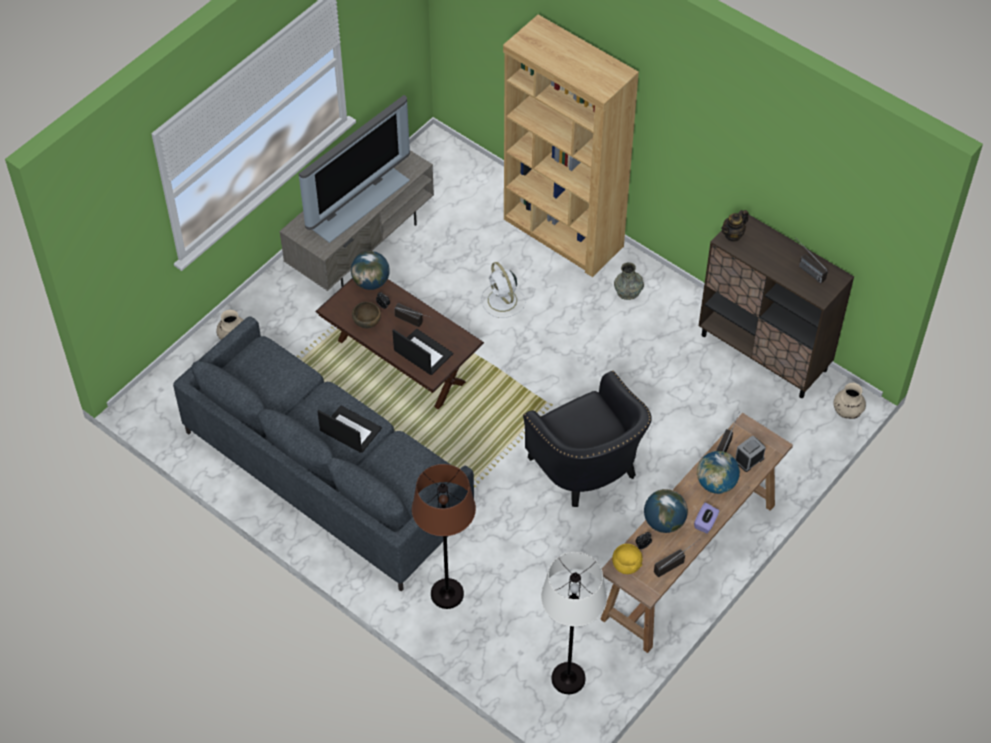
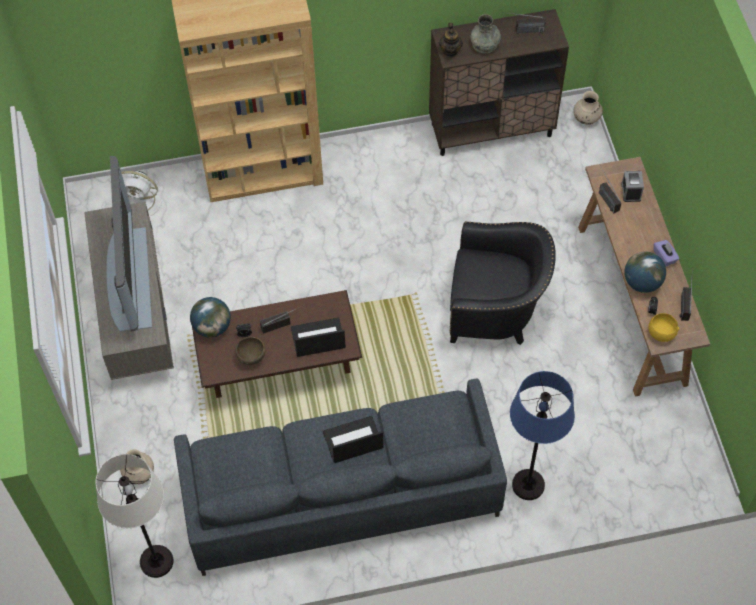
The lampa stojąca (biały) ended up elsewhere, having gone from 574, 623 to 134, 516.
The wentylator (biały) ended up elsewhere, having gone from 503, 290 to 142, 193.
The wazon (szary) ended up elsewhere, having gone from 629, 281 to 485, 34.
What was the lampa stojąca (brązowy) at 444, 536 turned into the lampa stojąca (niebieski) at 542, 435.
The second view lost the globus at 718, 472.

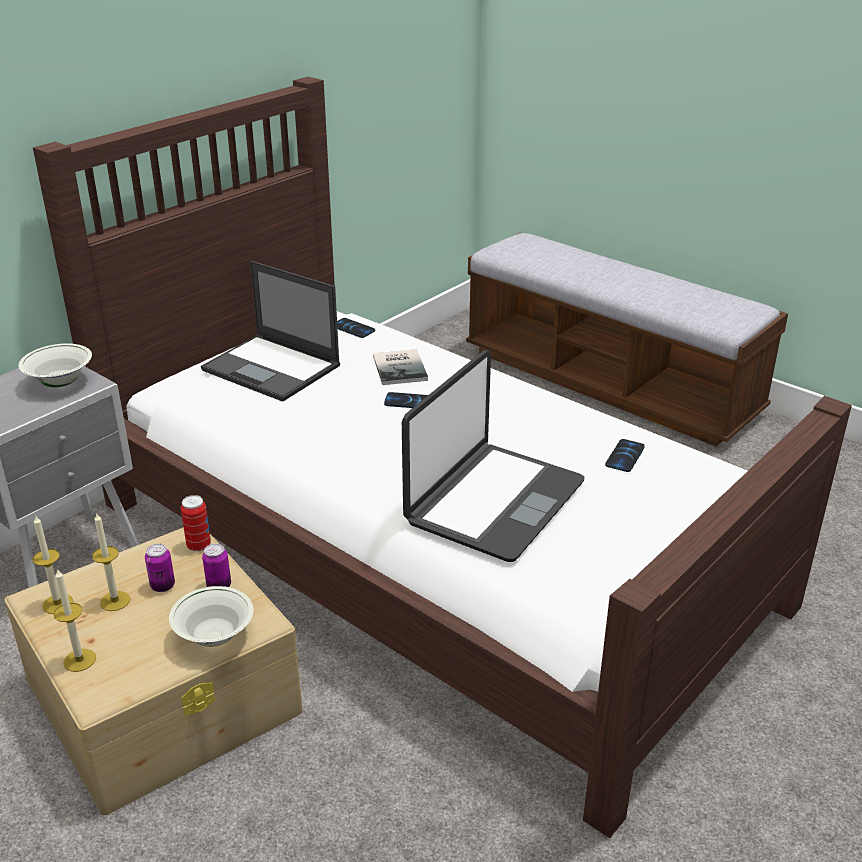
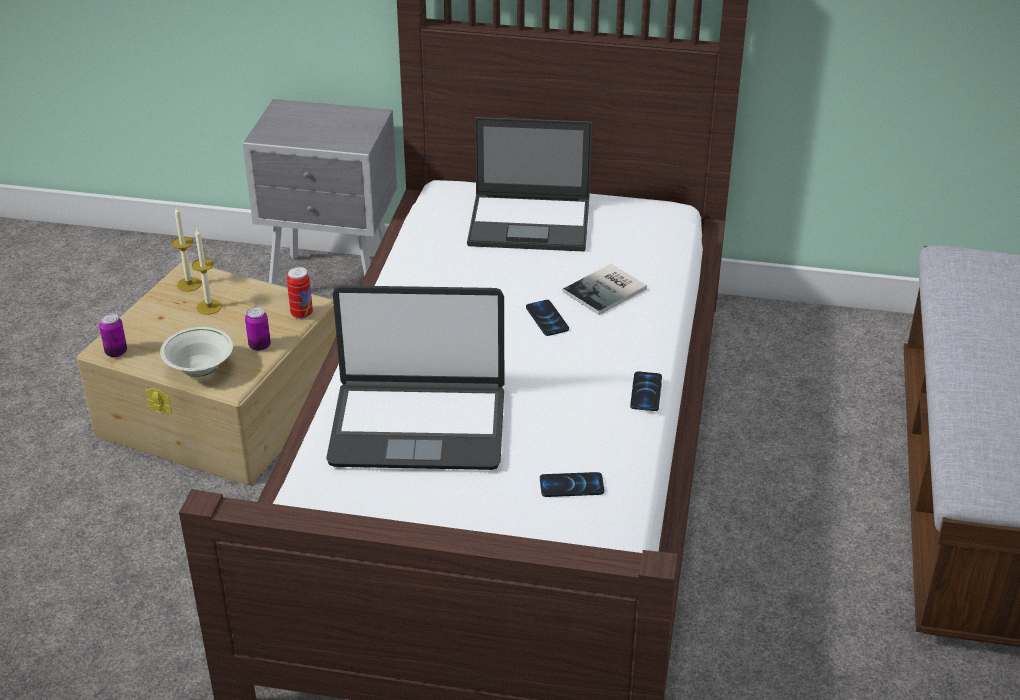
The puszka ended up elsewhere, having gone from 160, 568 to 113, 335.
The laptop at 270, 331 ended up facing another way, 90 degrees counterclockwise from before.
The telefon ended up elsewhere, having gone from 356, 328 to 646, 391.
The second view lost the miska (biały) at 55, 365.
The second view lost the świeca at 75, 620.

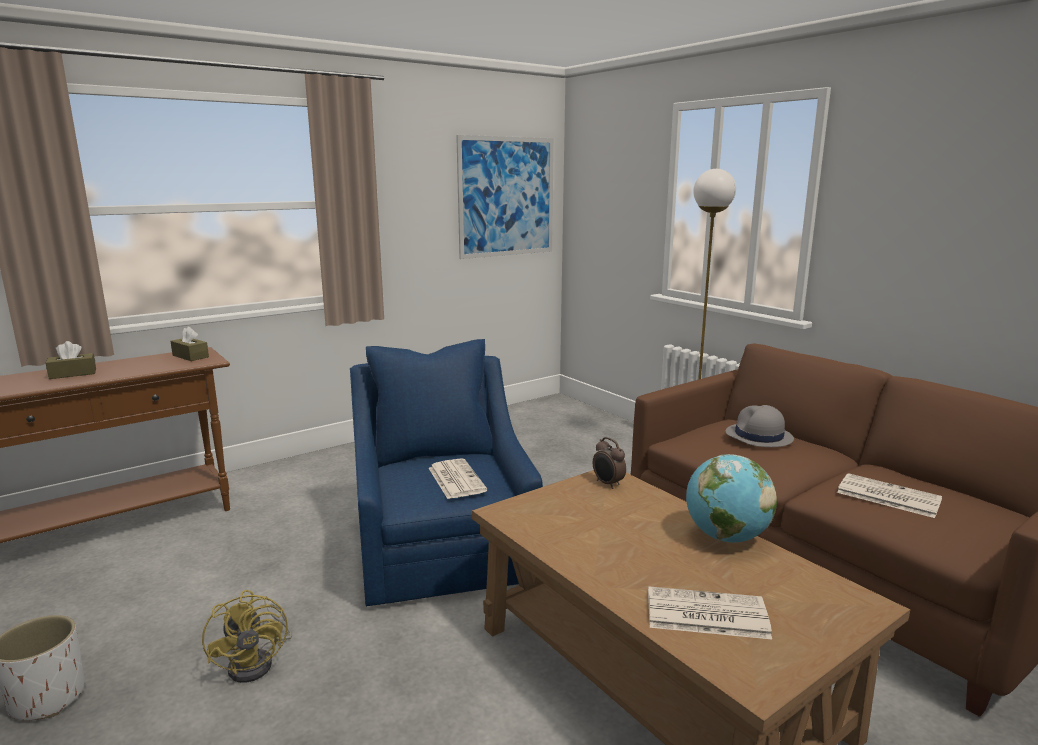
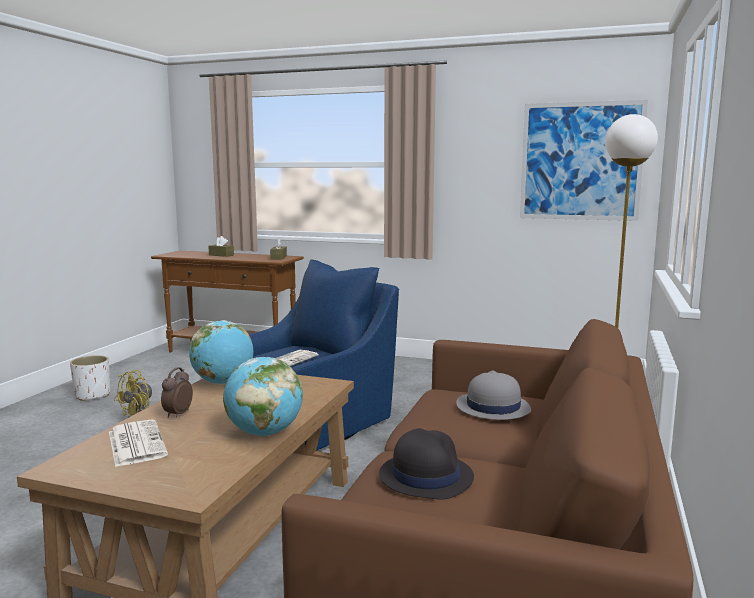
The budzik ended up elsewhere, having gone from 609, 463 to 177, 392.
The second view gained the globus at 221, 352.
Where the gazeta stood at 889, 495, the kapelusz (czarny) came to stand at 426, 464.

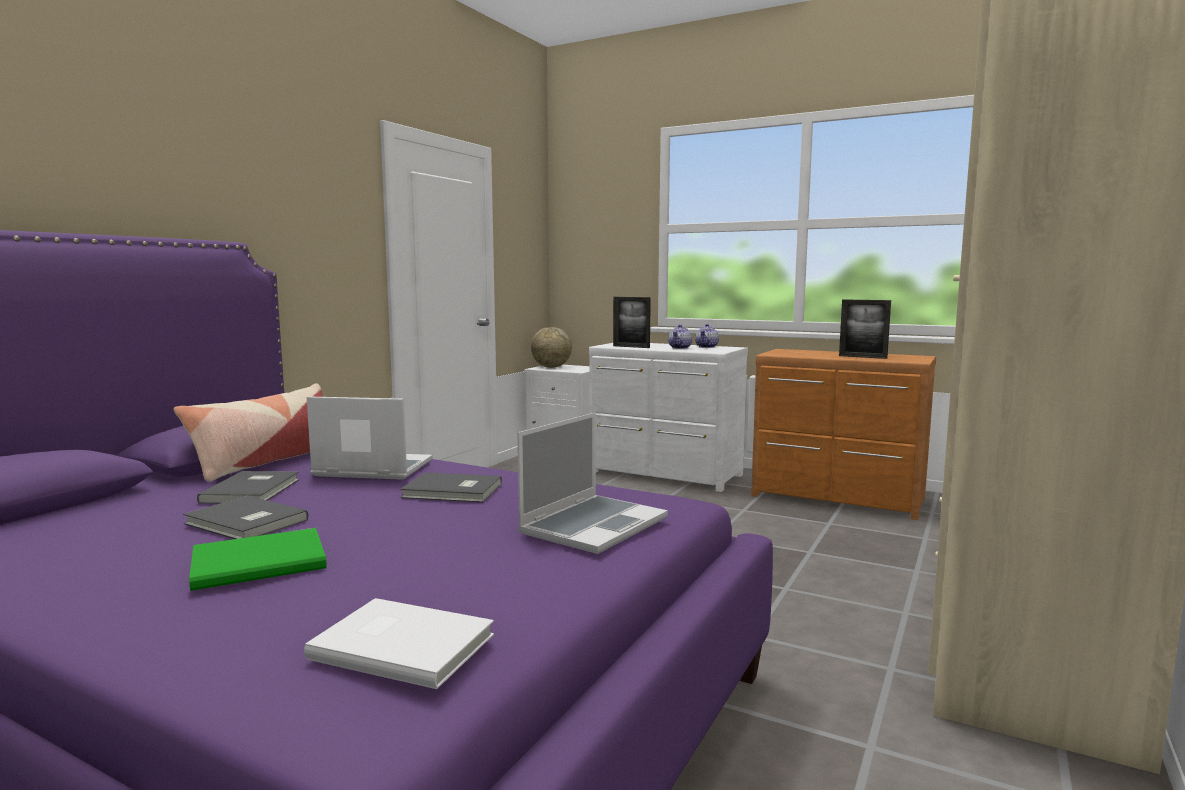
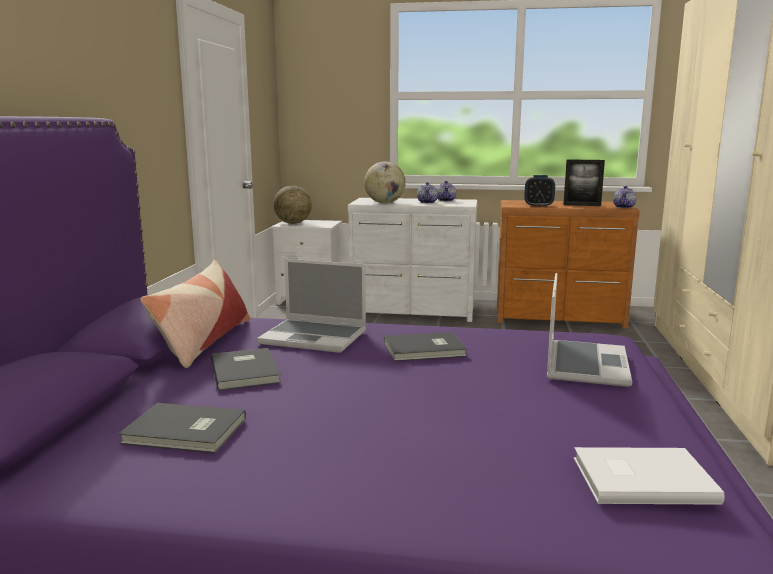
The książka (szary) ended up elsewhere, having gone from 245, 517 to 182, 428.
The laptop at 370, 438 ended up facing another way, 150 degrees counterclockwise from before.
Where the ramka na zdjęcie stood at 632, 322, the globus came to stand at 385, 182.
The second view gained the budzik at 539, 191.
The second view gained the imbryk at 624, 197.
The second view lost the książka (zielony) at 258, 559.

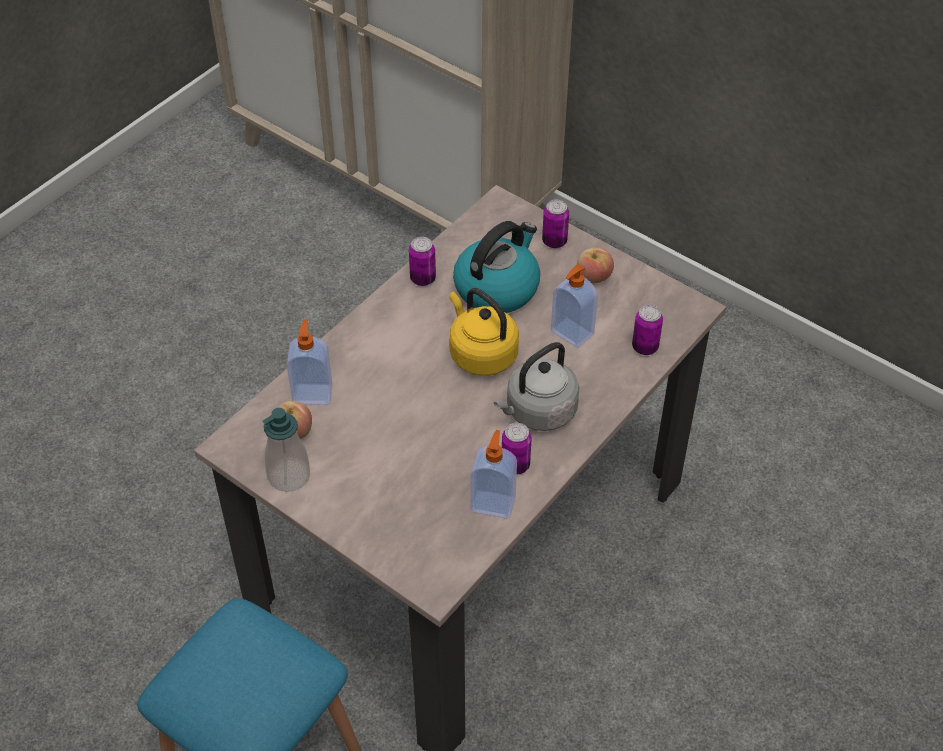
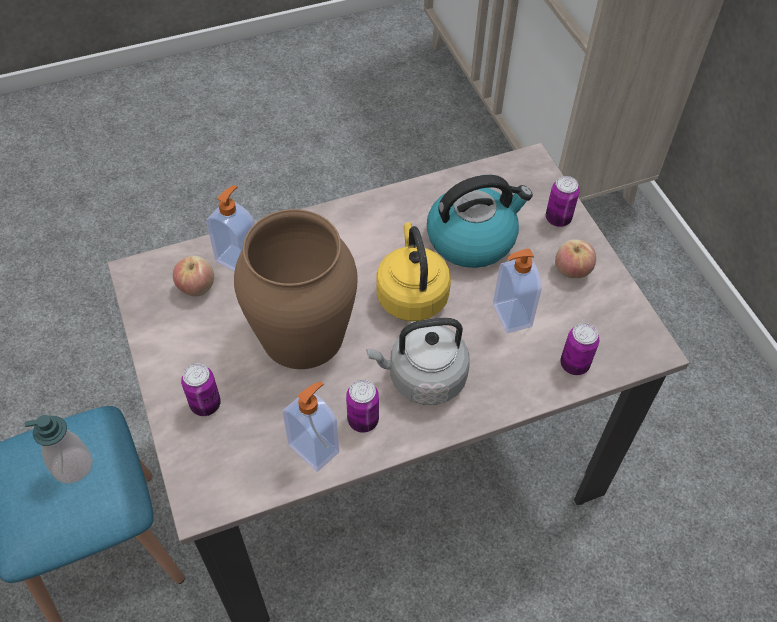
The dozownik mydła ended up elsewhere, having gone from 286, 450 to 59, 449.
The puszka ended up elsewhere, having gone from 422, 261 to 201, 389.
The second view gained the wazon (brązowy) at 295, 289.

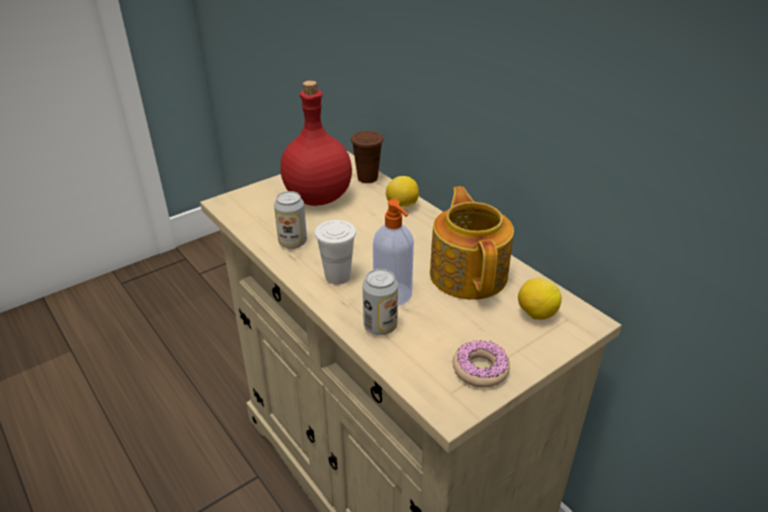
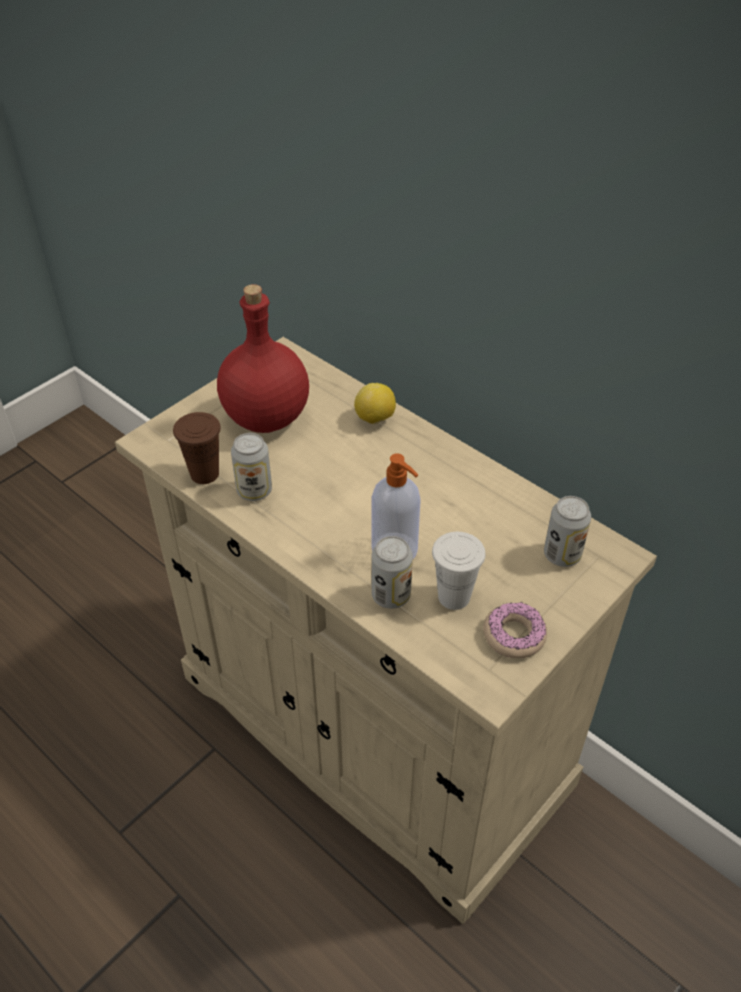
The filiżanka (brązowy) ended up elsewhere, having gone from 367, 157 to 197, 448.
The filiżanka (biały) ended up elsewhere, having gone from 335, 252 to 459, 571.
Where the cytryna stood at 540, 299, the puszka came to stand at 567, 531.
The second view lost the imbryk at 472, 243.

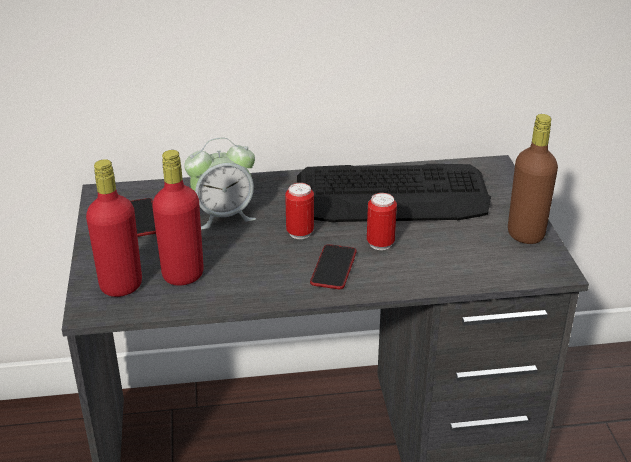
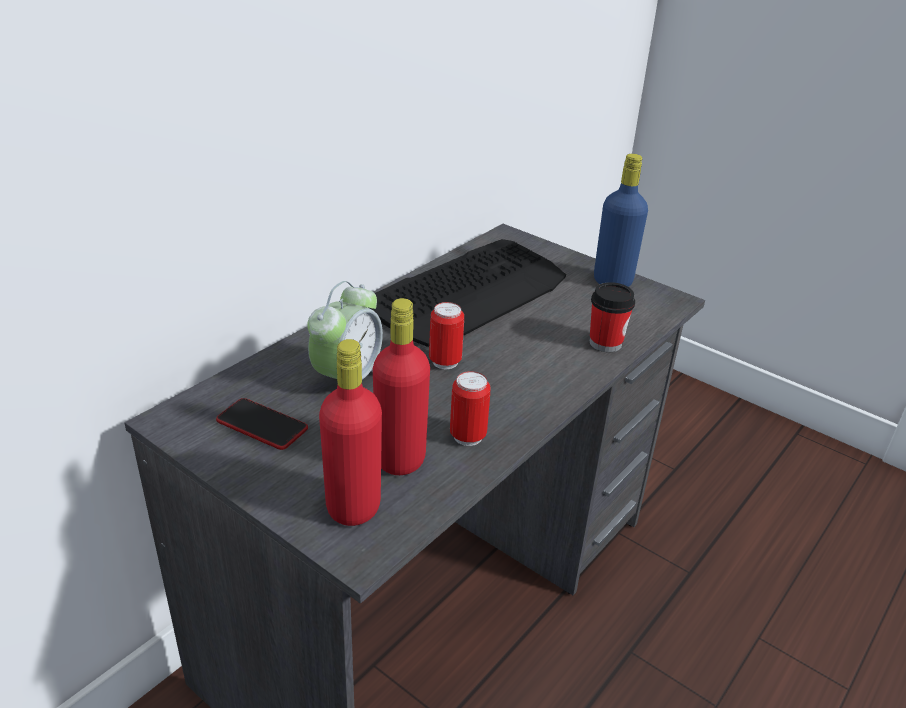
The puszka ended up elsewhere, having gone from 382, 221 to 470, 408.
The second view gained the filiżanka at 612, 317.
What was the butelka (brązowy) at 533, 179 turned into the butelka (niebieski) at 621, 220.
The second view lost the telefon at 333, 266.

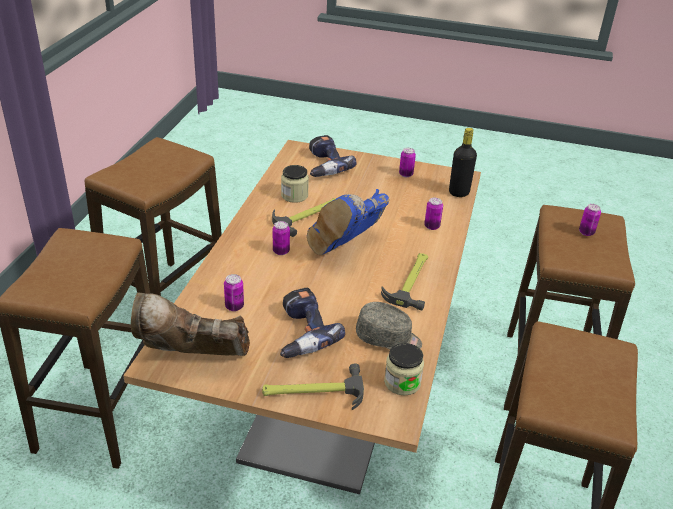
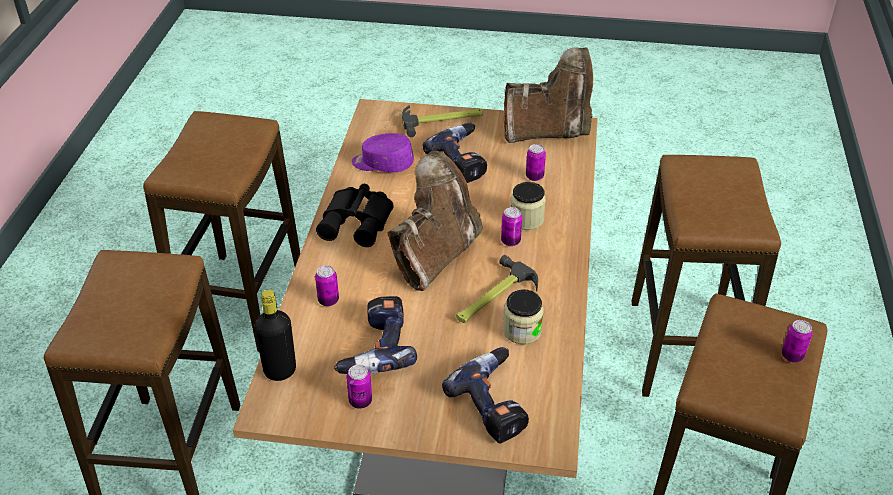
Where the młotek stood at 404, 281, the lornetka (czarny) came to stand at 355, 215.
The second view gained the wiertarka at 375, 335.
What was the czapka z daszkiem (szary) at 389, 326 turned into the czapka z daszkiem (fioletowy) at 383, 153.
What was the but z cholewką (niebieski) at 348, 222 turned into the but z cholewką (brązowy) at 434, 221.
The słoik ended up elsewhere, having gone from 404, 369 to 528, 206.
The puszka ended up elsewhere, having gone from 590, 220 to 797, 341.

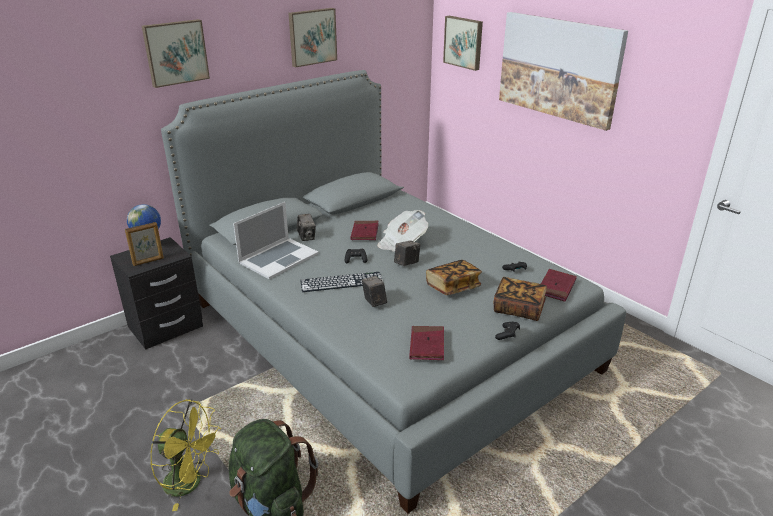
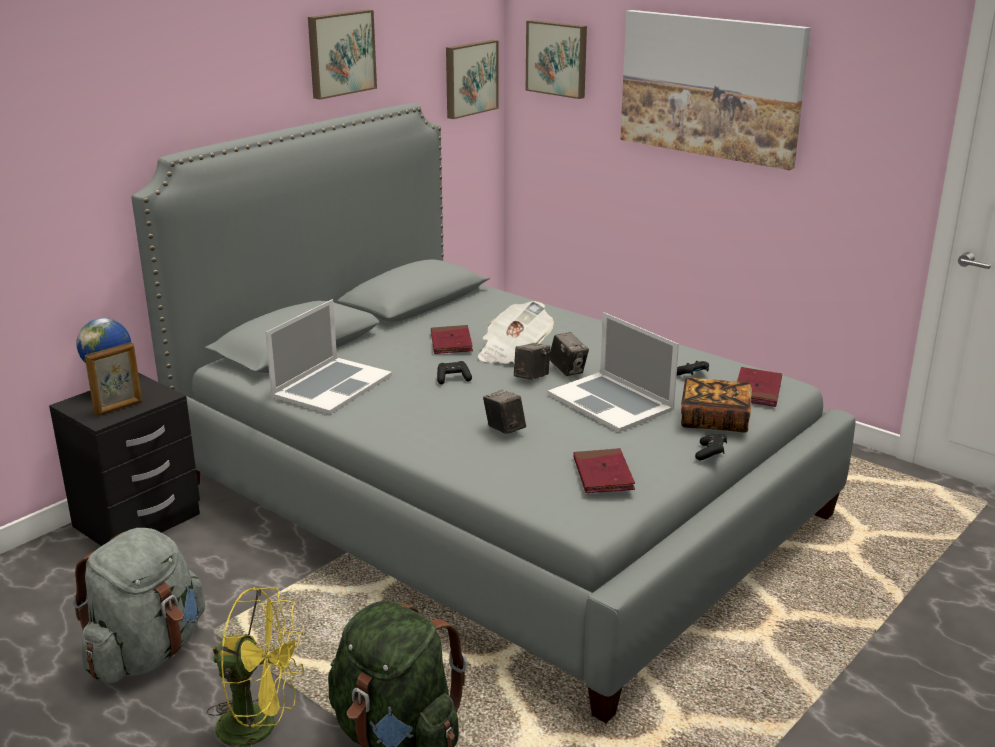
The second view gained the plecak (szary) at 139, 605.
The obraz ended up elsewhere, having gone from 176, 53 to 472, 79.
Where the książka stood at 454, 277, the laptop came to stand at 613, 372.
The aparat fotograficzny ended up elsewhere, having gone from 306, 227 to 569, 354.
The second view lost the klawiatura at 342, 282.

